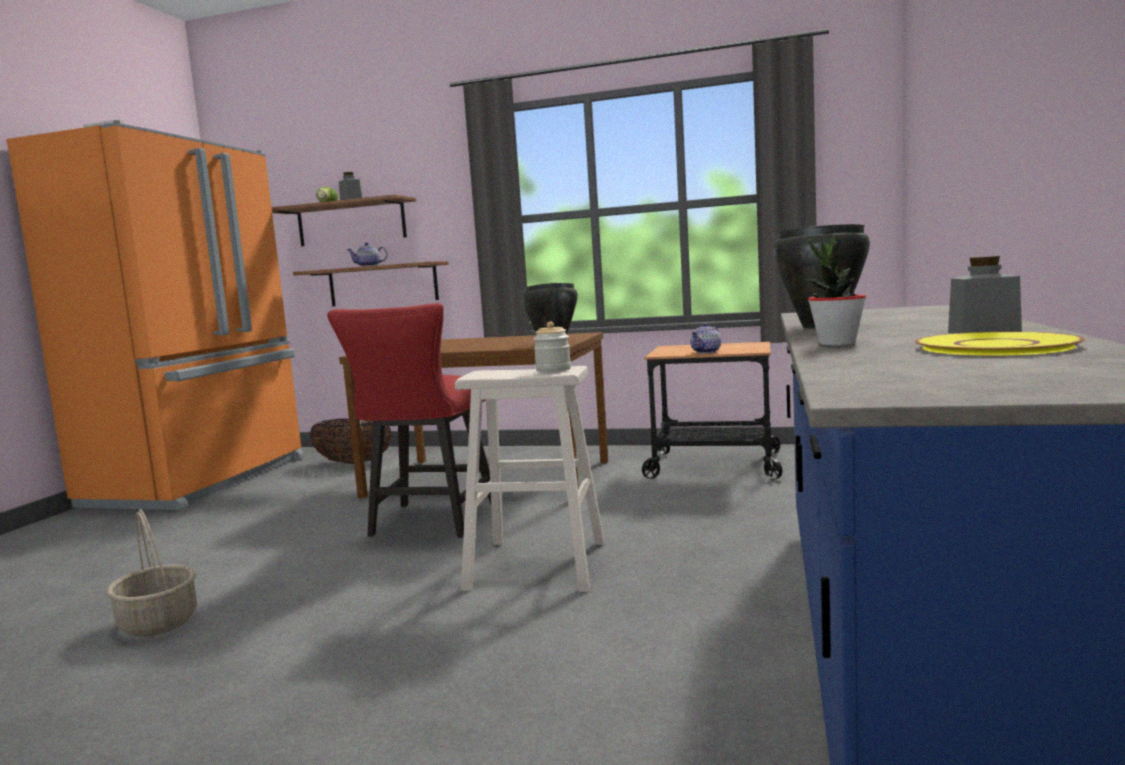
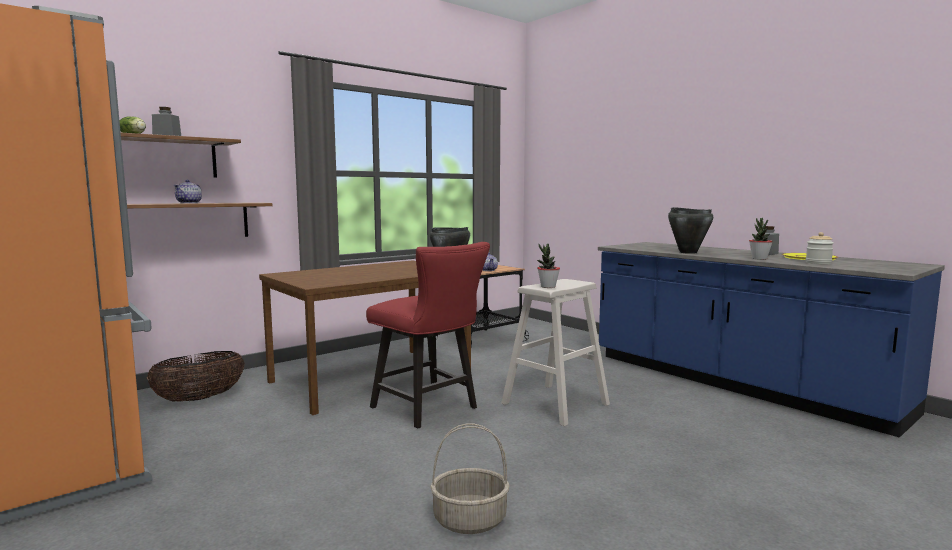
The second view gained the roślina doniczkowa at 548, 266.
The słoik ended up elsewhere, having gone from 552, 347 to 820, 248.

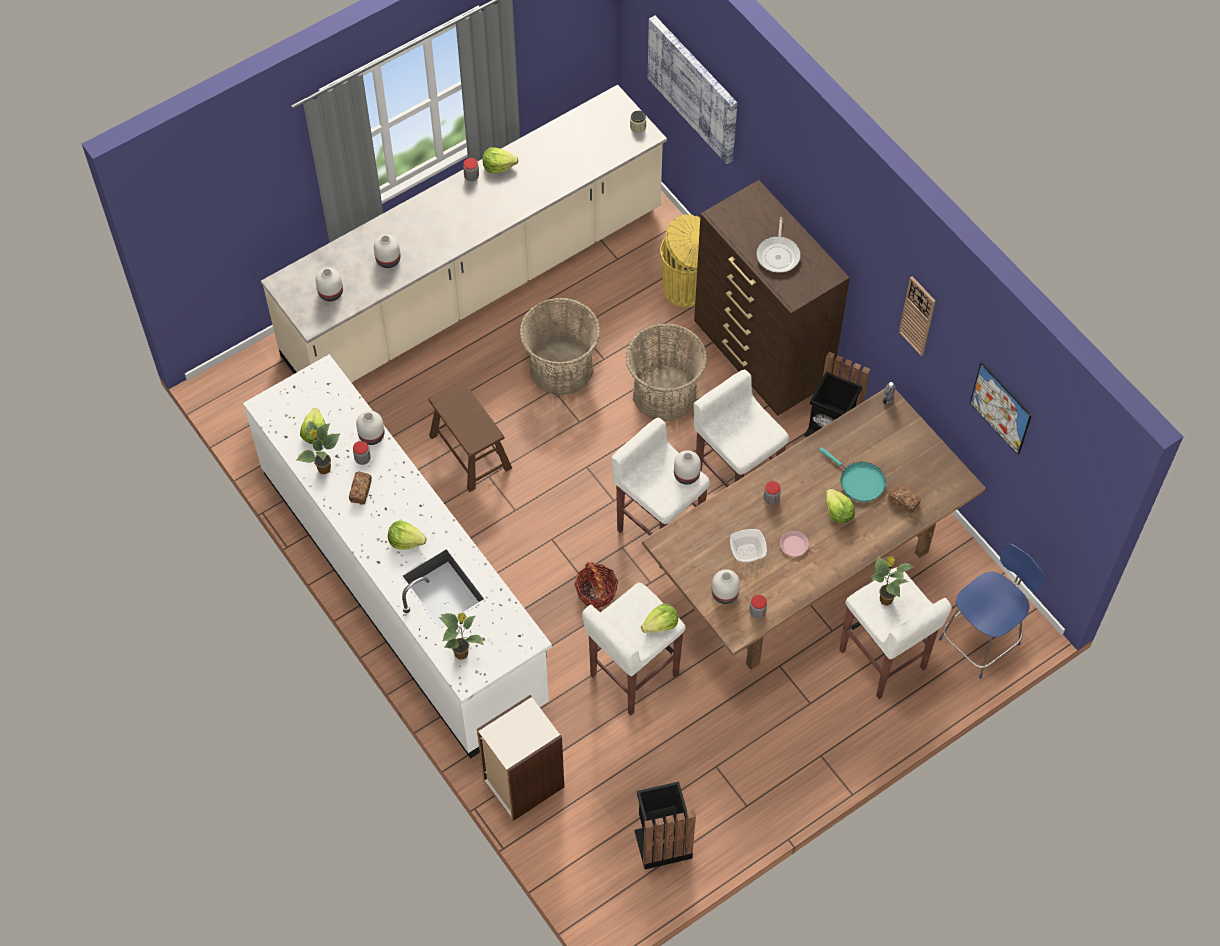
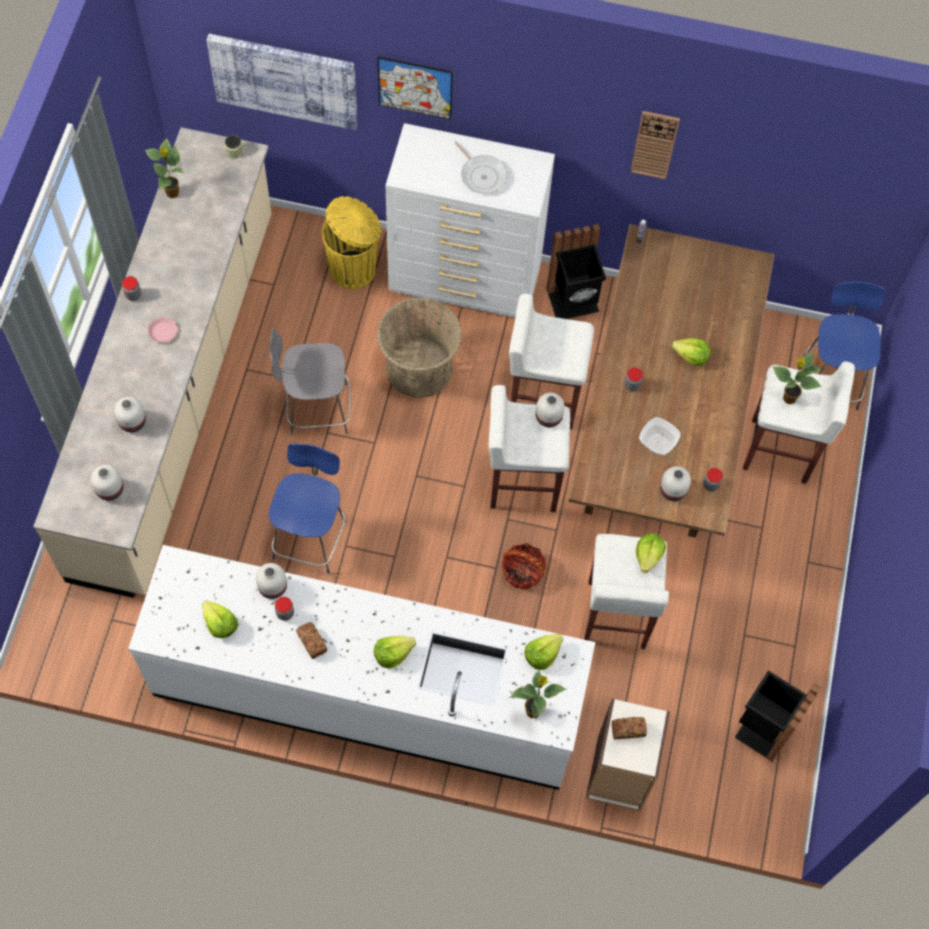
The roślina doniczkowa ended up elsewhere, having gone from 318, 447 to 164, 168.
The talerz (różowy) ended up elsewhere, having gone from 794, 544 to 163, 330.
Where the stołek (brązowy) stood at 470, 436, the krzesło (niebieski) came to stand at 307, 508.
Where the koszyk stood at 560, 346, the krzesło (szary) came to stand at 310, 382.
The obraz ended up elsewhere, having gone from 1001, 408 to 415, 88.
What was the komoda (brązowy) at 772, 298 turned into the komoda (biały) at 470, 220.
The sałata ended up elsewhere, having gone from 501, 160 to 543, 652.
The chleb ended up elsewhere, having gone from 904, 499 to 629, 728.
The second view lost the patelnia (turkusowy) at 853, 474.

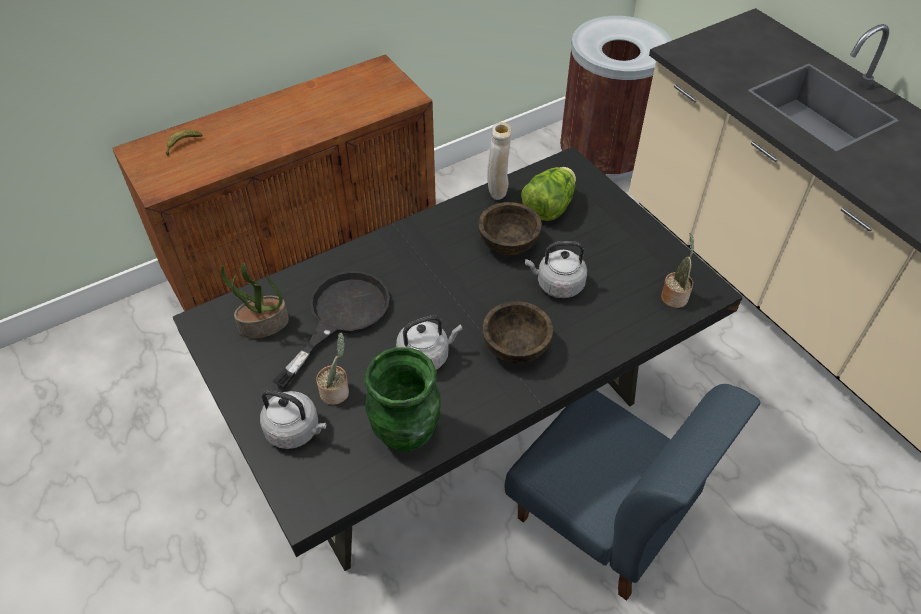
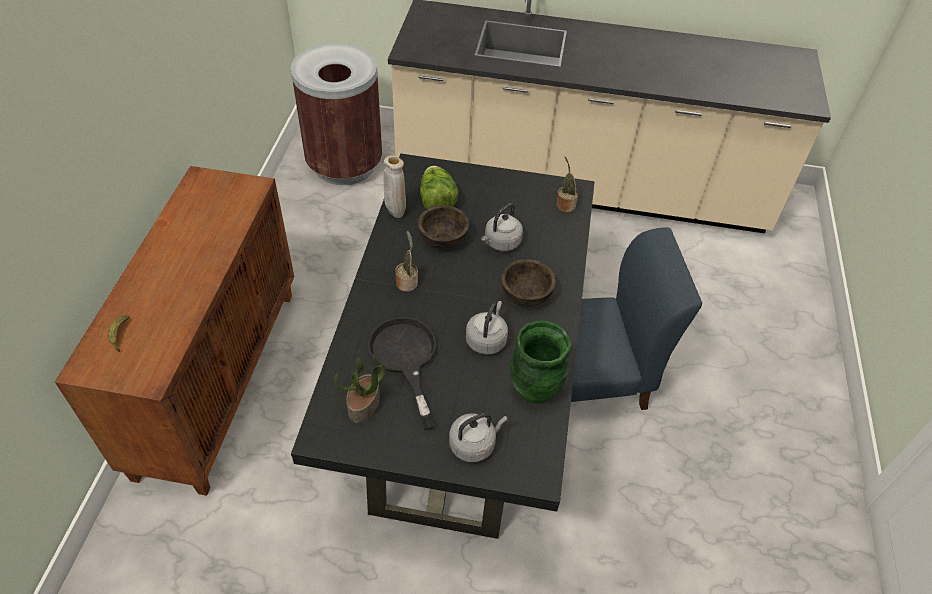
The roślina doniczkowa ended up elsewhere, having gone from 332, 369 to 406, 261.

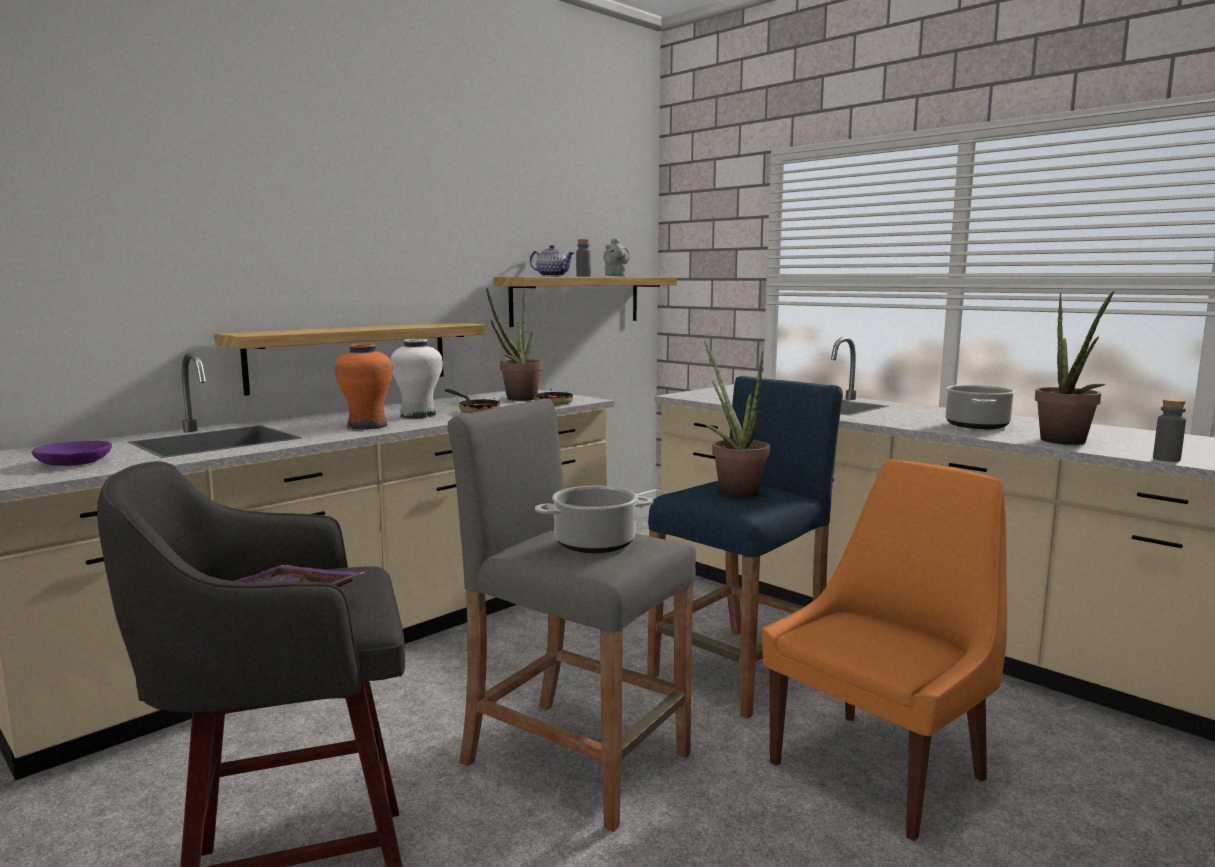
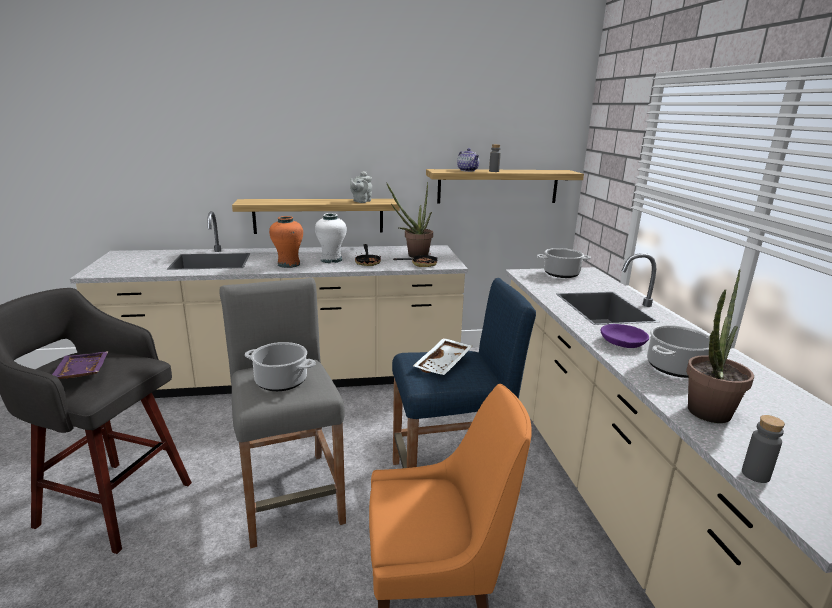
The imbryk (szary) ended up elsewhere, having gone from 616, 257 to 361, 187.
Where the roślina doniczkowa stood at 737, 419, the taca (biały) came to stand at 442, 356.
The second view gained the garnek at 564, 263.
The miska (fioletowy) ended up elsewhere, having gone from 72, 453 to 625, 336.

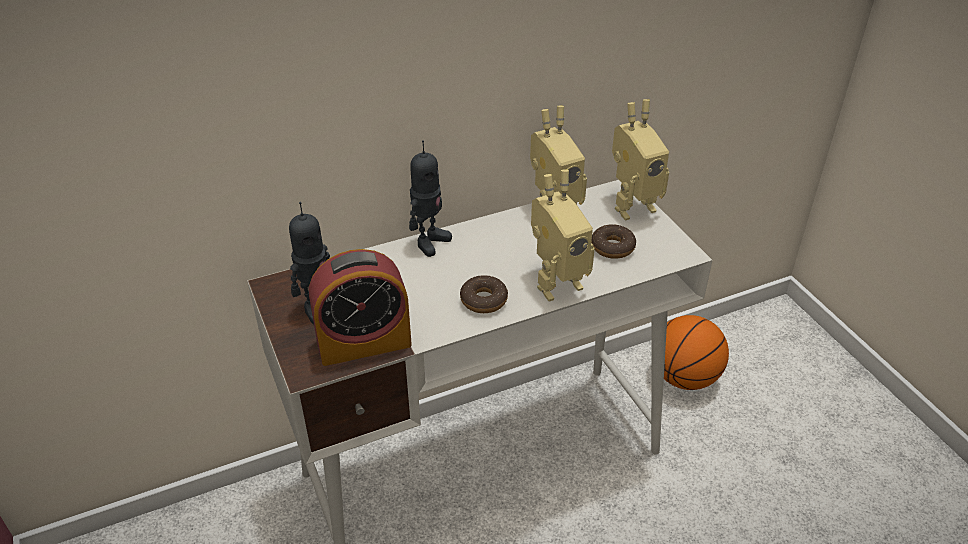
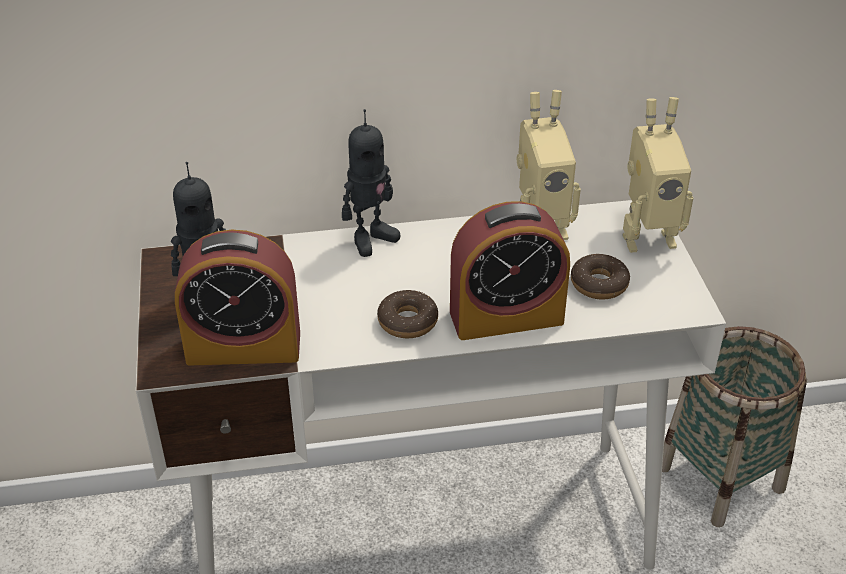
Where the robot zabawkowy stood at 563, 236, the budzik came to stand at 510, 270.
Where the piłka do koszykówki stood at 696, 352, the koszyk came to stand at 734, 426.

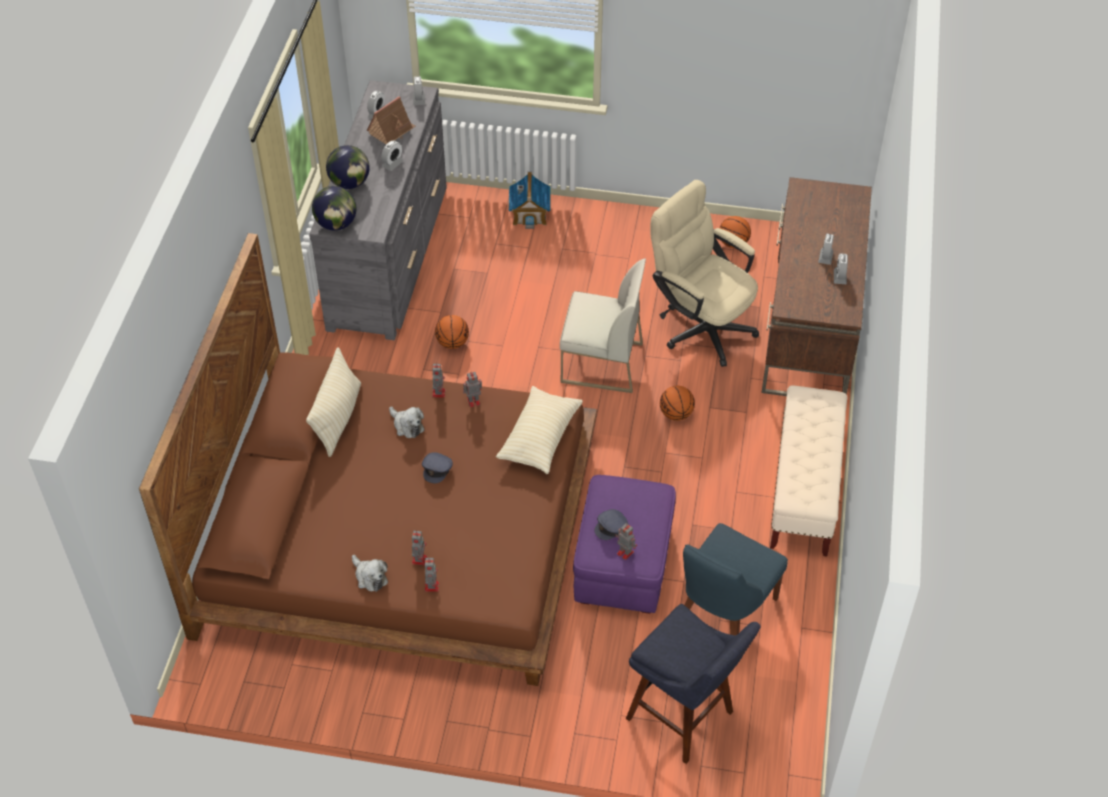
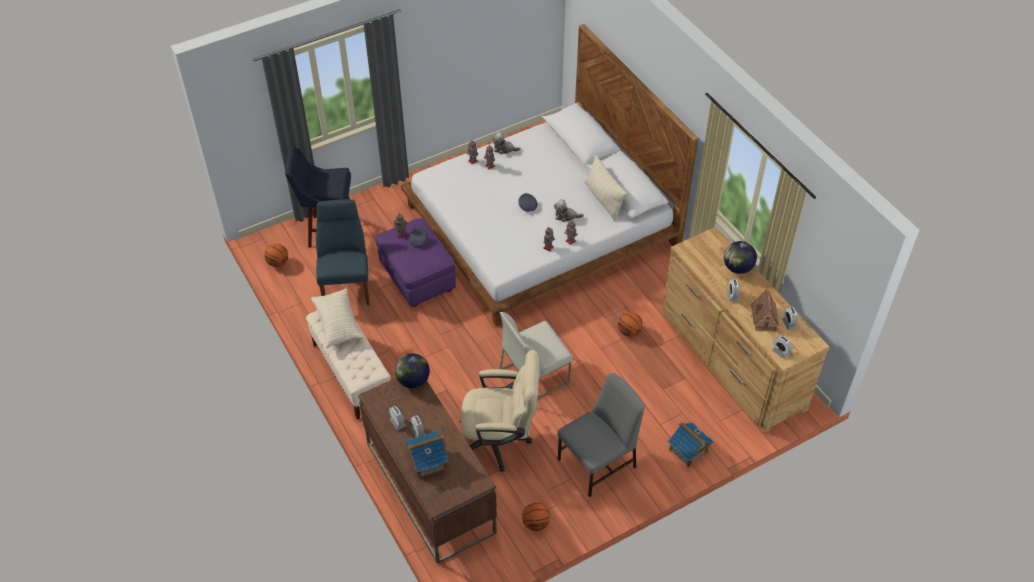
The piłka do koszykówki ended up elsewhere, having gone from 677, 403 to 276, 255.
The poduszka (beżowy) ended up elsewhere, having gone from 539, 430 to 337, 319.
The globus ended up elsewhere, having gone from 334, 208 to 412, 371.
What was the łóżko (brązowy) at 368, 459 turned into the łóżko (biały) at 549, 175.
The second view gained the domek at 427, 455.
The second view gained the krzesło (szary) at 601, 435.
What was the komoda (szary) at 378, 210 turned into the komoda (brązowy) at 746, 330.

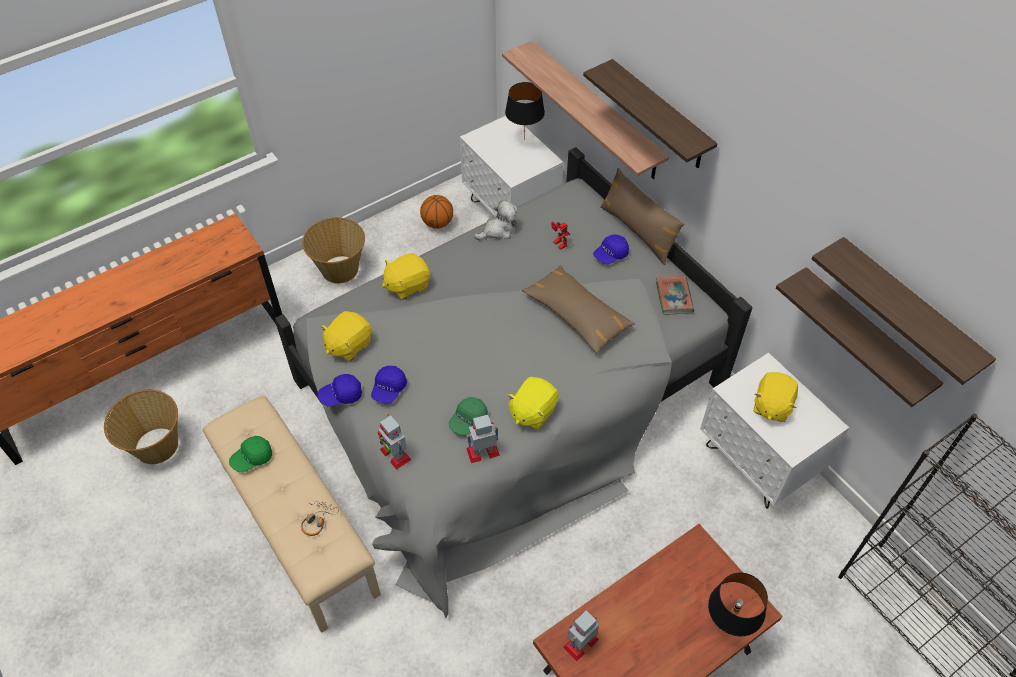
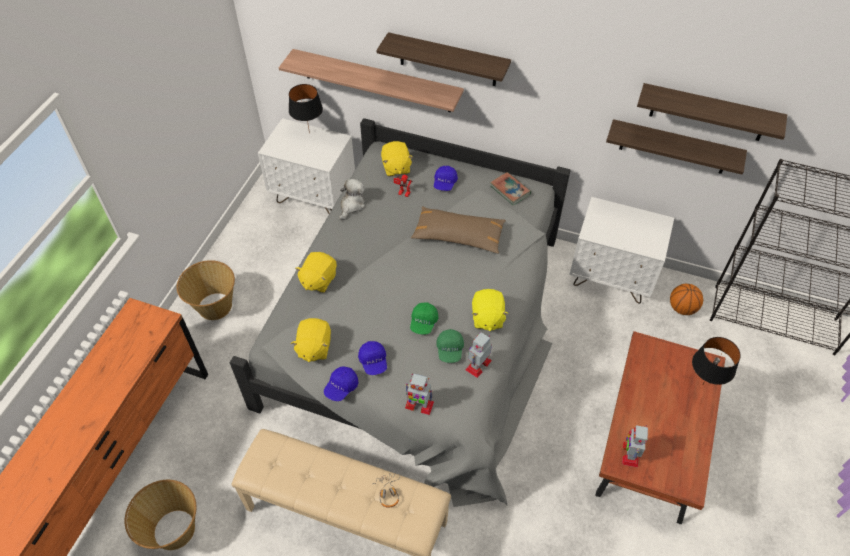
The pluszak (żółty) ended up elsewhere, having gone from 776, 397 to 397, 159.
The czapka z daszkiem (zielony) ended up elsewhere, having gone from 250, 454 to 424, 319.
The piłka do koszykówki ended up elsewhere, having gone from 436, 212 to 686, 299.
The second view lost the poduszka (brązowy) at 642, 216.

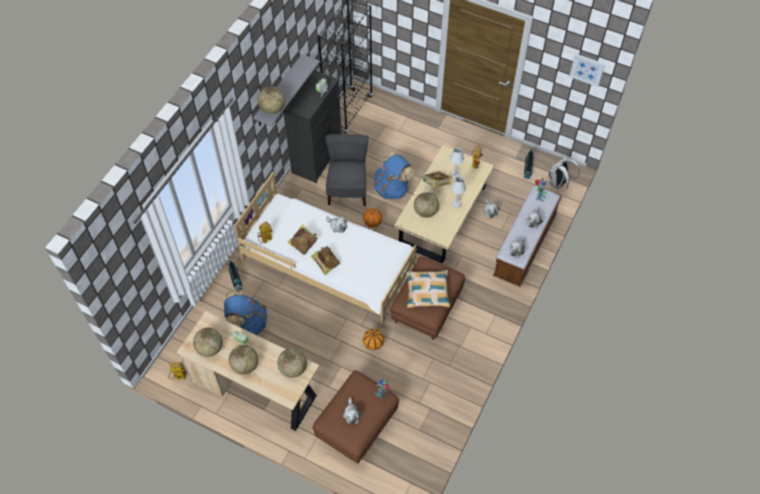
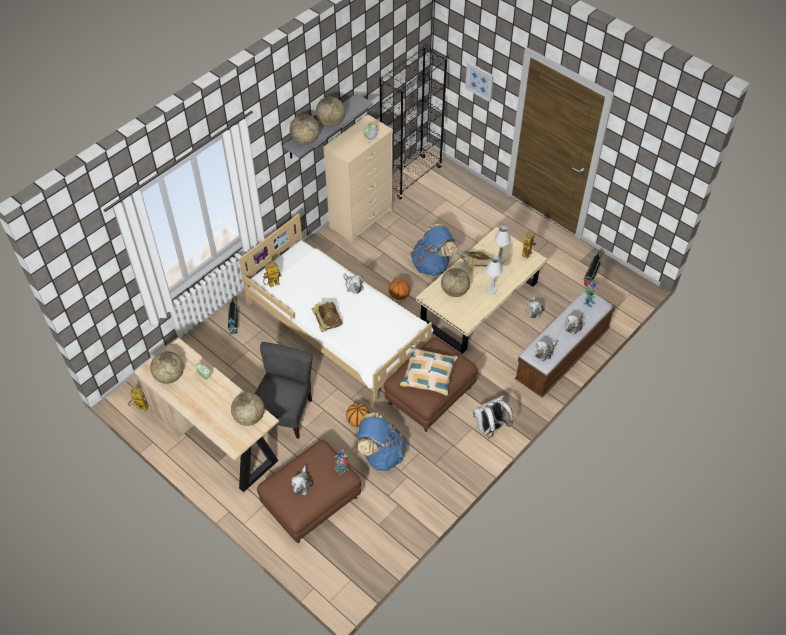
The krzesło (szary) ended up elsewhere, having gone from 347, 170 to 284, 390.
The globus ended up elsewhere, having gone from 243, 360 to 330, 112.
What was the komoda (czarny) at 312, 126 turned into the komoda (beżowy) at 358, 179.
The plecak (niebieski) ended up elsewhere, having gone from 245, 313 to 382, 441.
The obraz ended up elsewhere, having gone from 587, 70 to 479, 82.
The plecak (biały) ended up elsewhere, having gone from 564, 173 to 493, 417.
The second view lost the książka at 302, 240.

